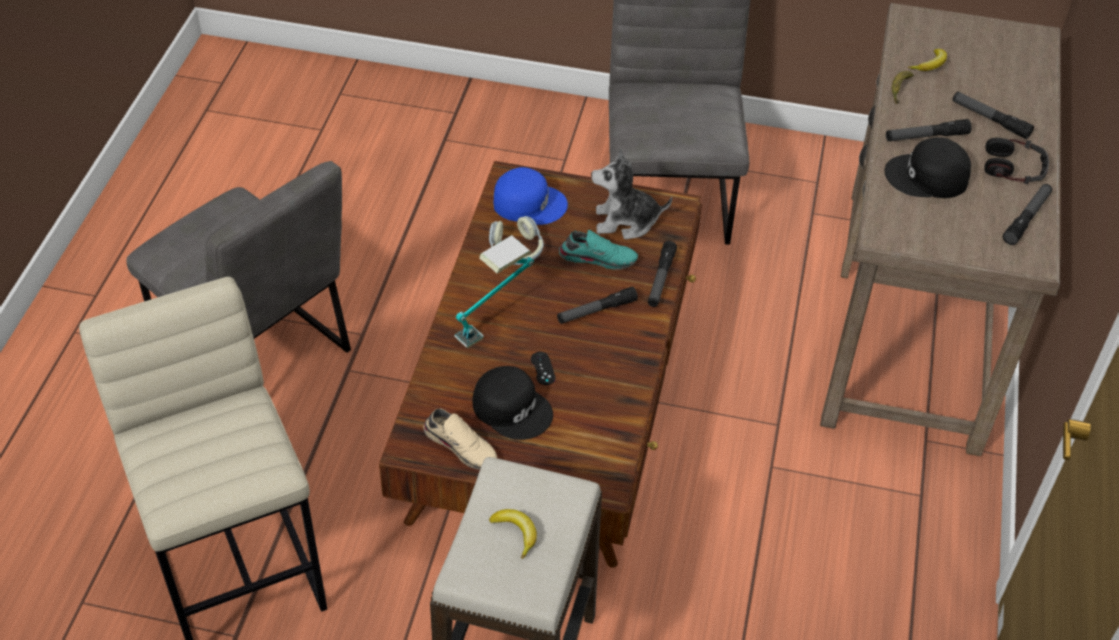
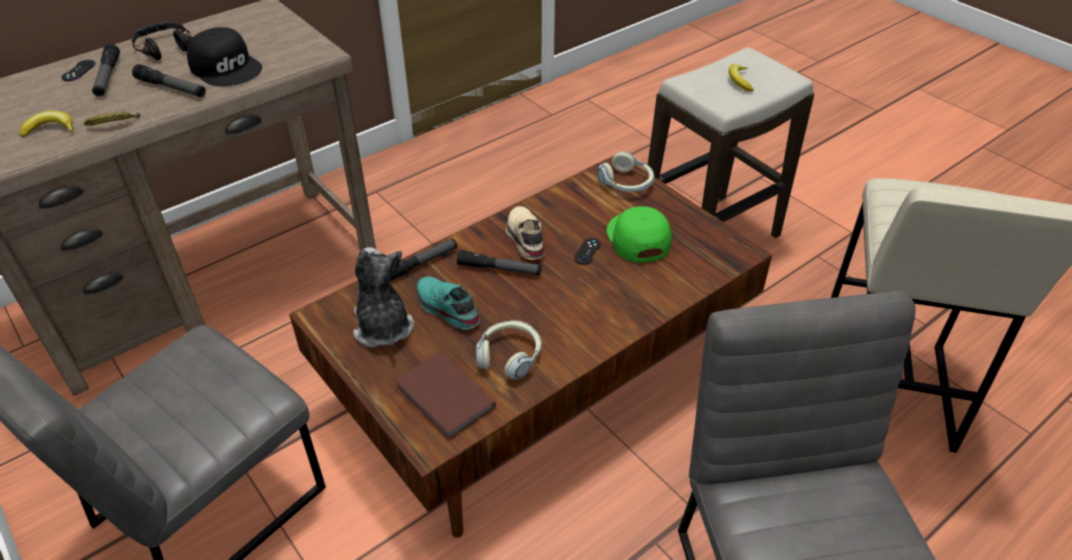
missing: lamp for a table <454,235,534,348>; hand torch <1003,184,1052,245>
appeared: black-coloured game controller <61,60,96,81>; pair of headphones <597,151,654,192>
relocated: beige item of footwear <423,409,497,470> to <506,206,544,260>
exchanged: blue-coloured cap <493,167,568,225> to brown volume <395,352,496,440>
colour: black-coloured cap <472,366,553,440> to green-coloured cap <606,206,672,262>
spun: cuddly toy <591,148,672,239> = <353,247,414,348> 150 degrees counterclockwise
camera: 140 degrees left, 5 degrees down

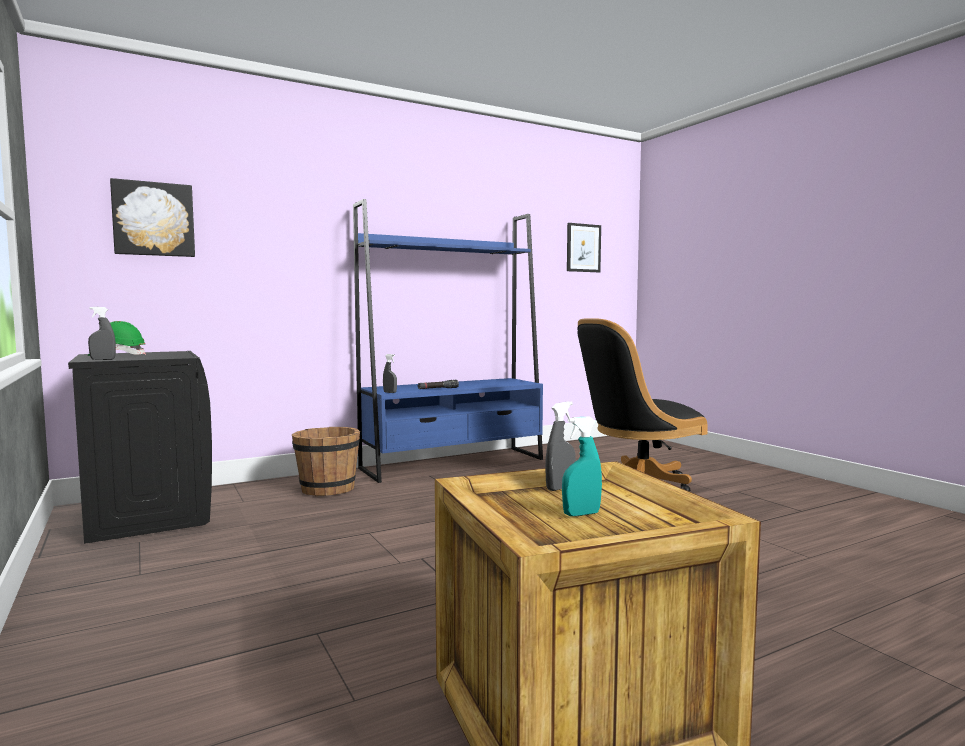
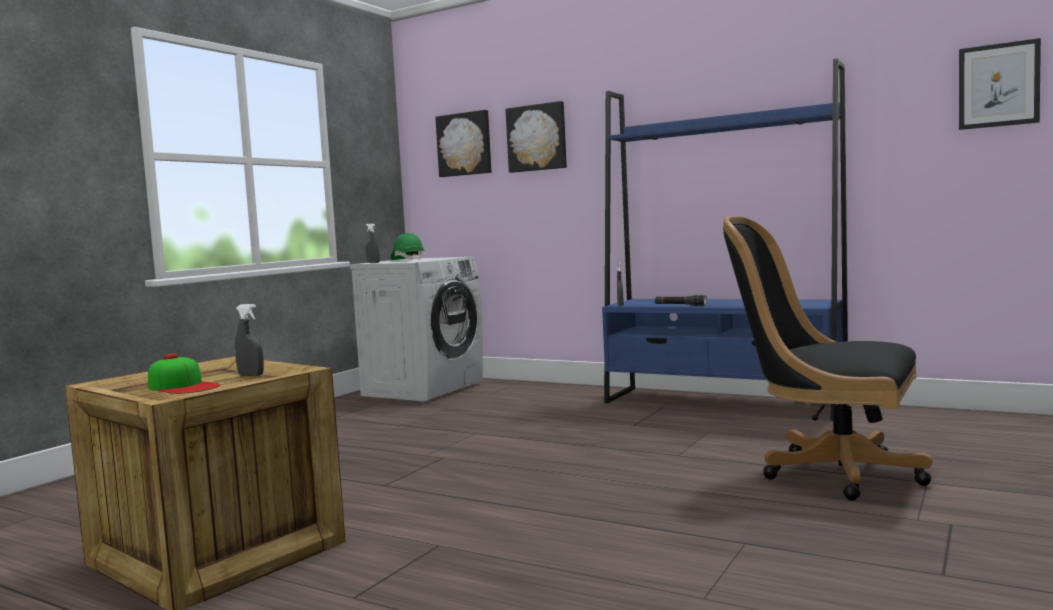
missing: brown pail <292,427,360,496>
appeared: wall art <506,101,567,173>
exchanged: turquoise-coloured spray bottle <562,416,602,516> to cap <148,353,220,394>
colour: black-coloured laundry machine <68,351,212,544> to whitish laundry machine <350,256,483,401>
camera: 60 degrees right, 0 degrees up

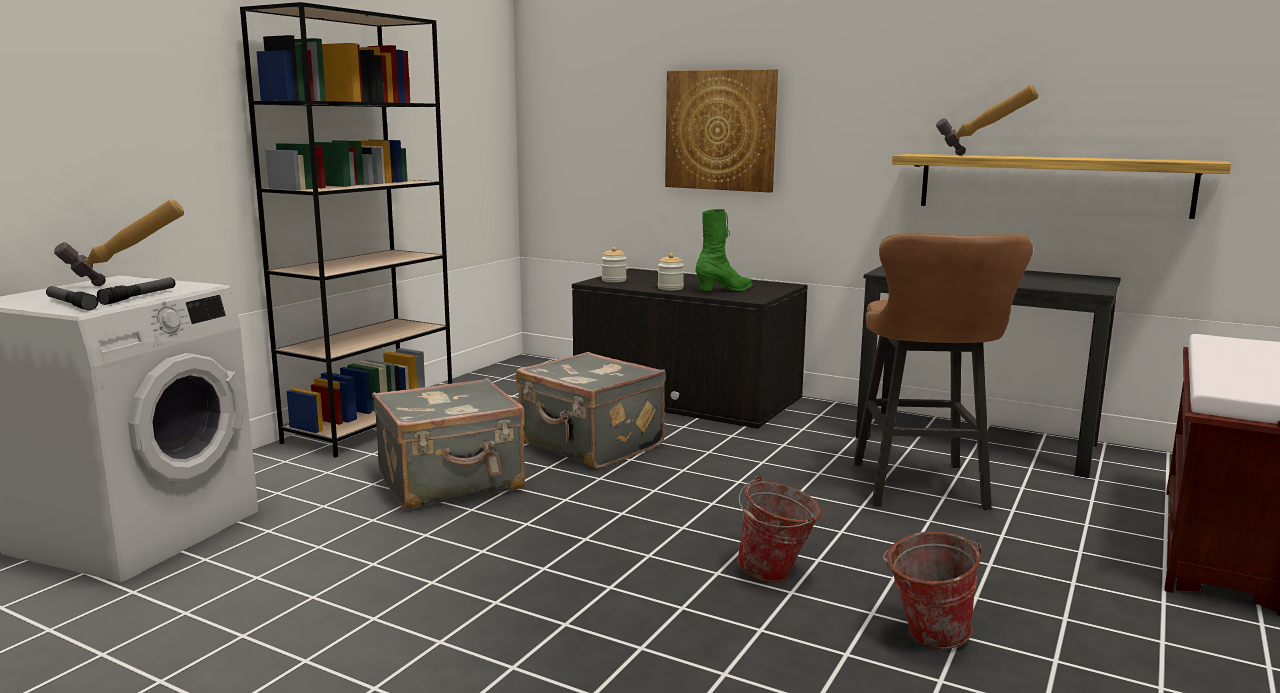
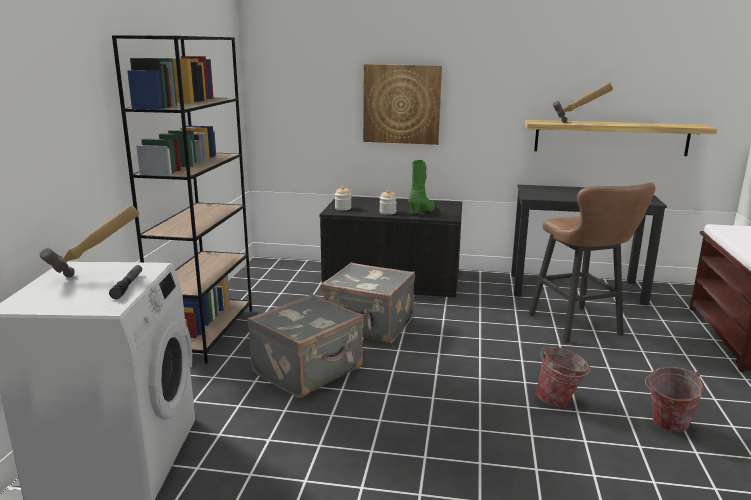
missing: hand torch <46,286,98,310>
camera: 20 degrees left, 5 degrees up

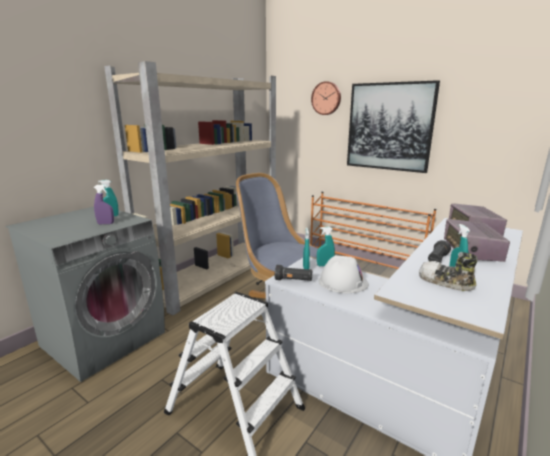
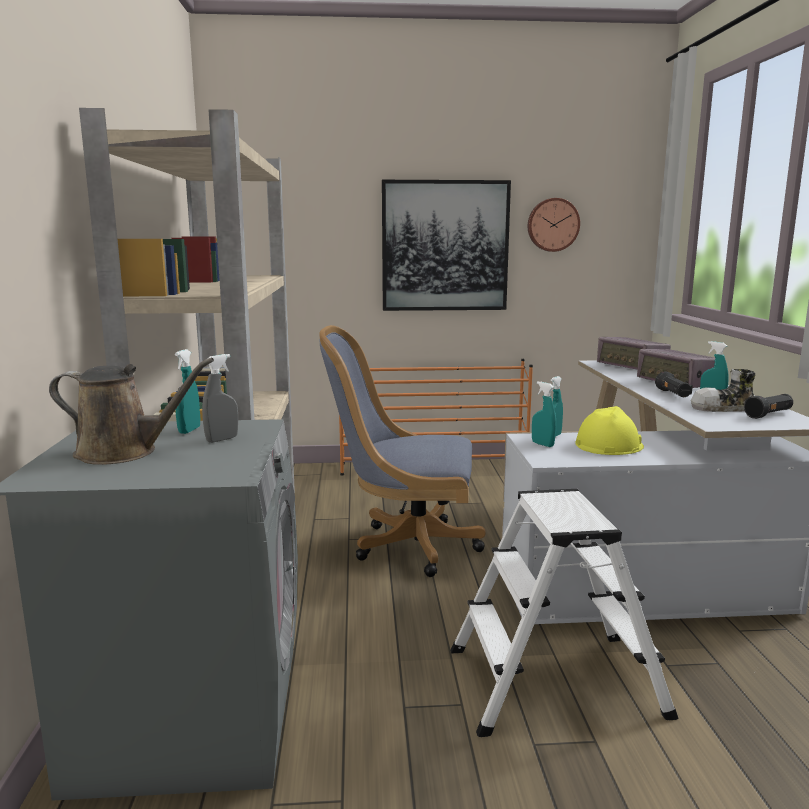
appeared: brown watering can <49,358,214,465>
relocated: clock on the wall <311,81,341,115> to <528,198,580,252>; black-coloured hand torch <275,265,312,281> to <744,394,793,419>
colour: purple spray bottle <94,185,114,224> to gray spray bottle <202,354,238,443>; whitish safety helmet <319,255,369,293> to yellowish safety helmet <575,406,644,455>
camera: 40 degrees left, 5 degrees down

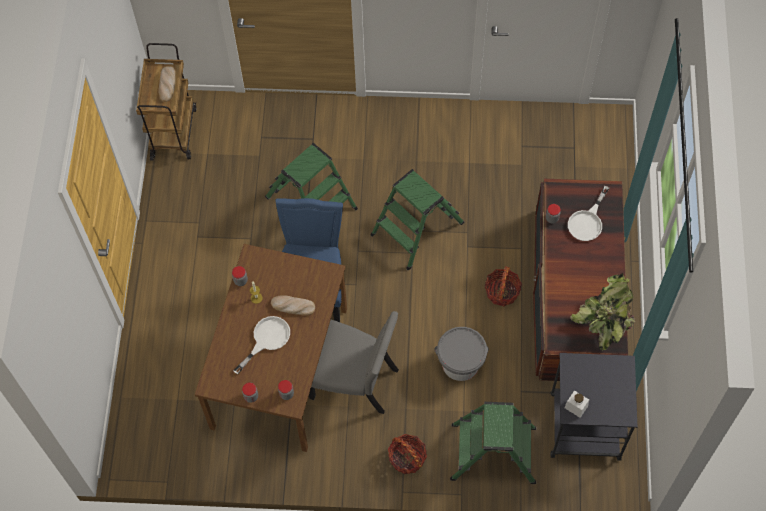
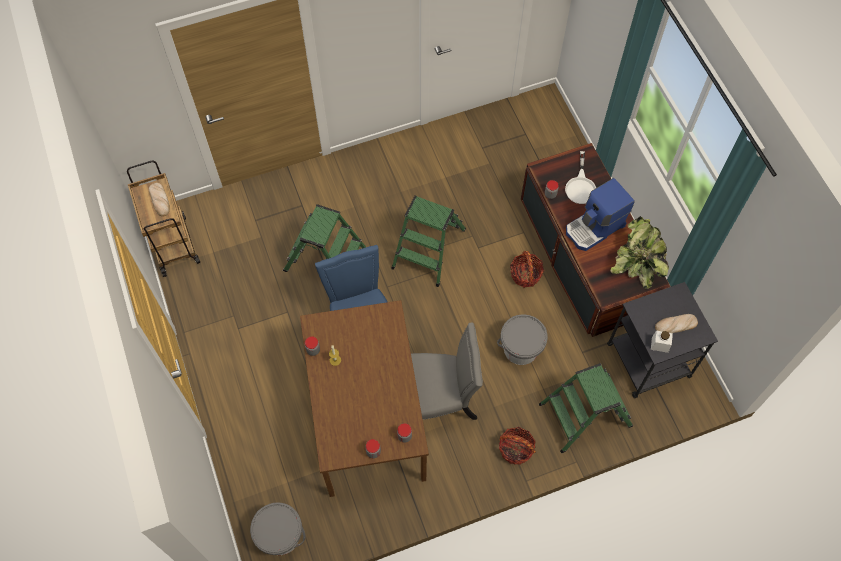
missing: whitish skillet <233,316,290,374>
appeared: gray pail <250,502,305,555>; coffee maker <566,178,635,251>
relocated: bread <271,295,315,316> to <655,314,698,333>
camera: 25 degrees left, 0 degrees up

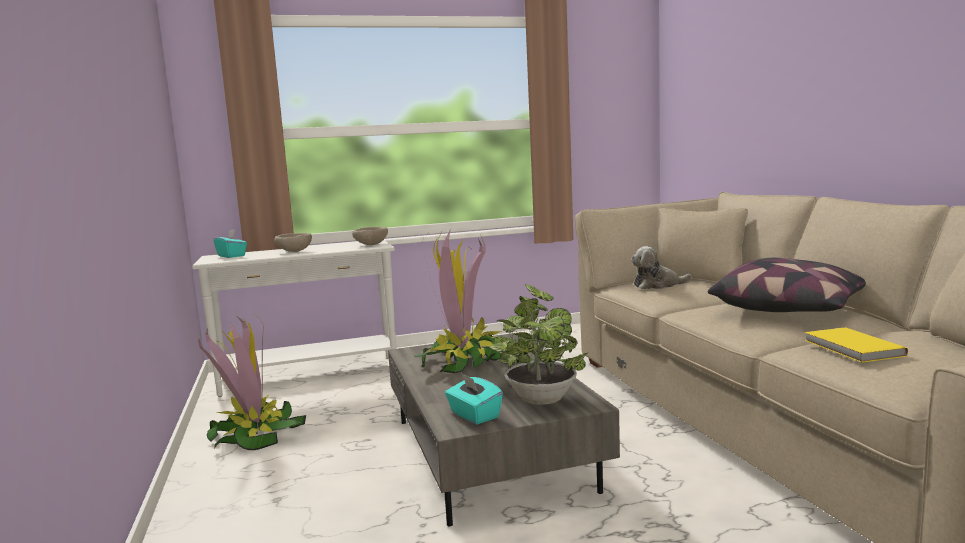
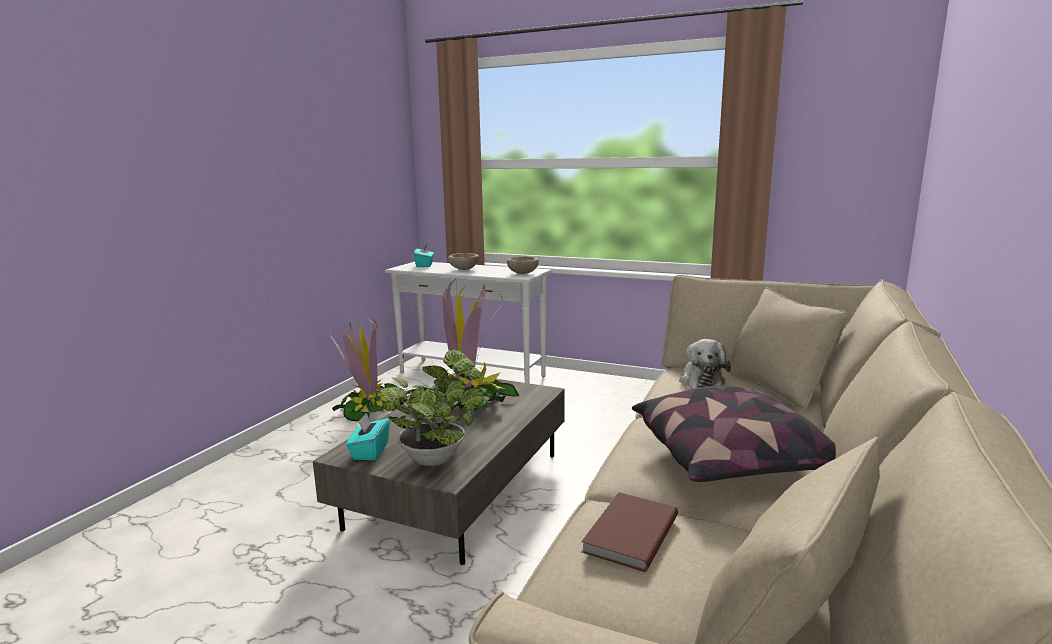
colour: yellowish volume <805,327,908,363> to brown volume <581,492,678,572>
spun: cuddly toy <631,246,692,289> = <679,339,731,389> 120 degrees counterclockwise
camera: 40 degrees right, 5 degrees up

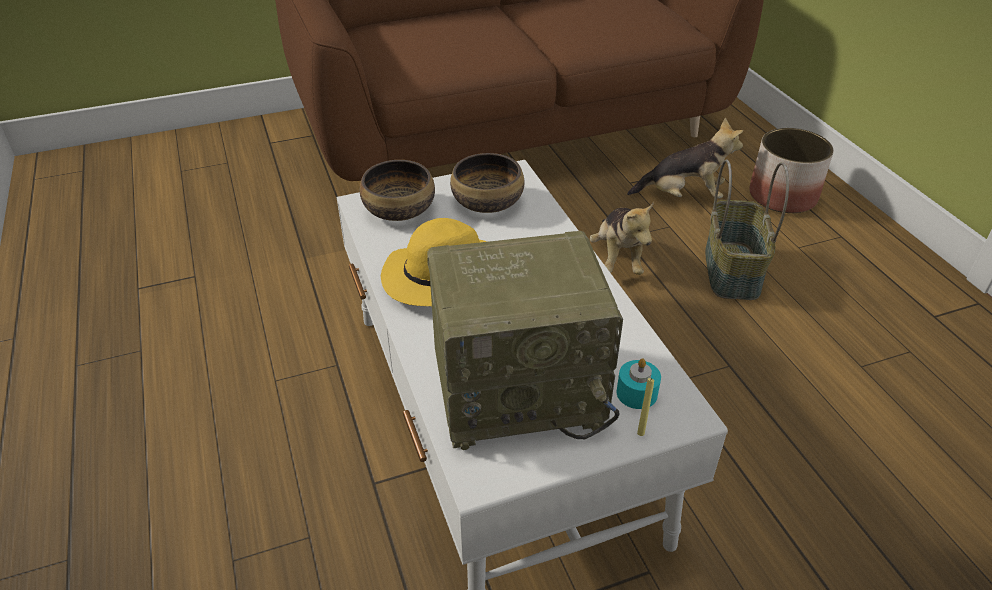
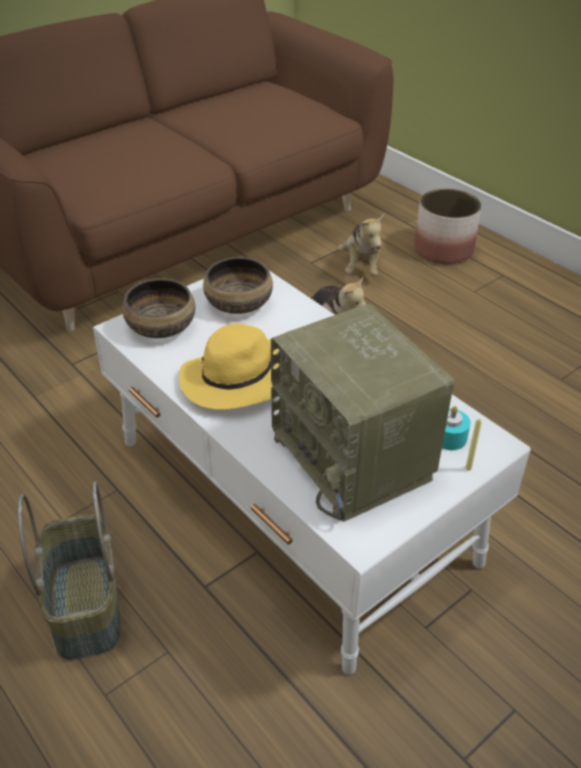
relocated: household basket <705,159,789,300> to <18,481,120,660>
spun: radio receiver <427,231,623,450> = <271,304,455,522> 90 degrees clockwise; cuddly toy <627,118,743,198> = <338,214,384,276> 105 degrees clockwise
camera: 20 degrees left, 0 degrees up

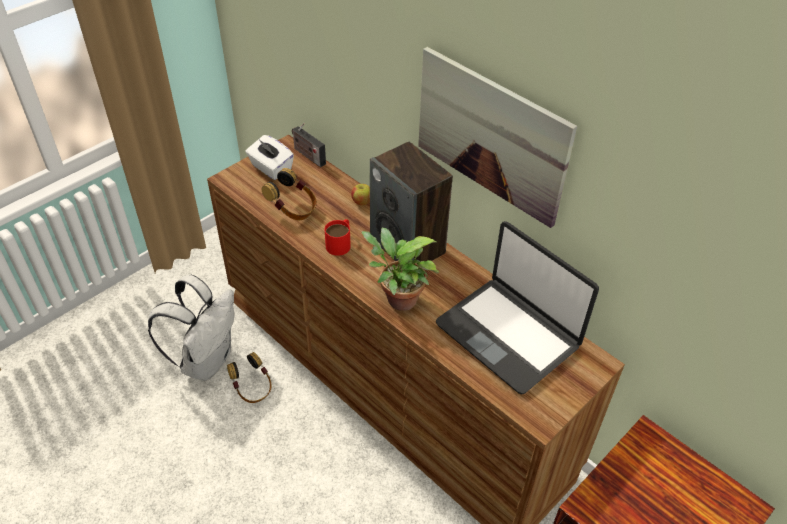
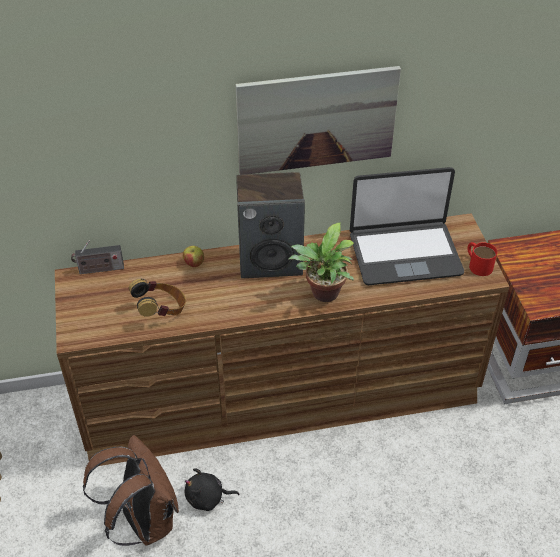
missing: whitish tissue holder <245,135,294,180>
relocated: red-coloured mug <325,219,351,256> to <467,242,497,276>
exchanged: pair of headphones <227,352,271,403> to black-coloured cuddly toy <185,468,240,511>
colour: whitish backpack <148,274,234,381> to brown backpack <83,435,179,546>
camera: 55 degrees left, 0 degrees up

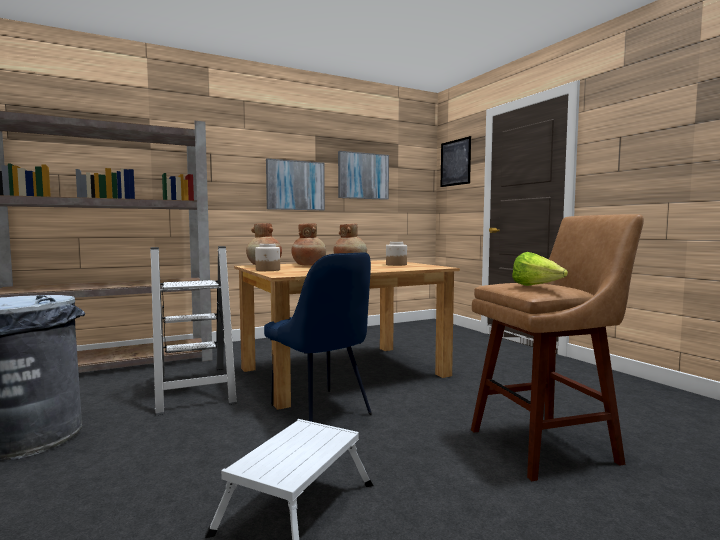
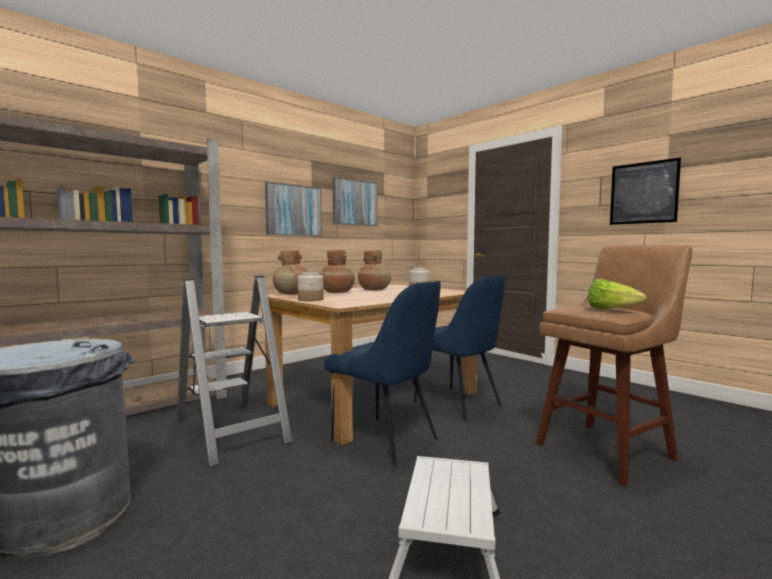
appeared: blue-coloured chair <414,275,506,421>
relocated: wall art <441,136,471,187> to <610,158,681,225>
camera: 15 degrees left, 0 degrees up

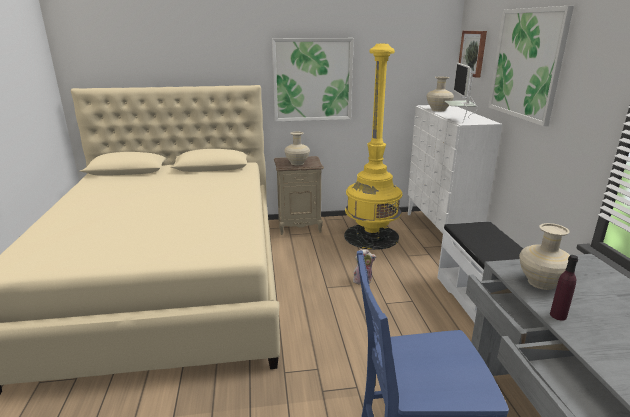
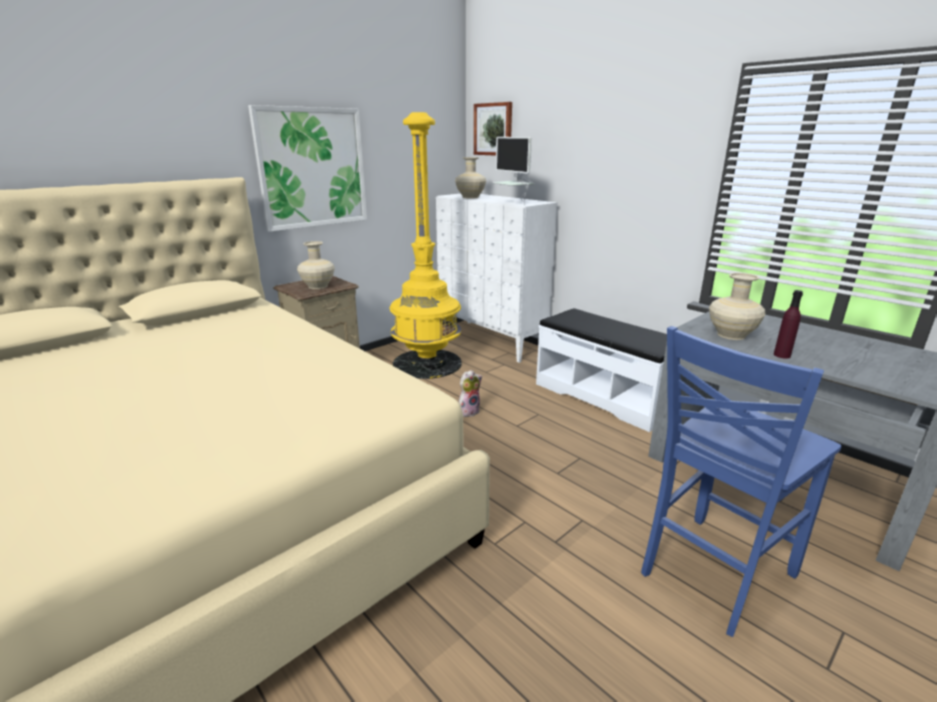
missing: wall art <488,6,574,126>
camera: 35 degrees left, 0 degrees up

